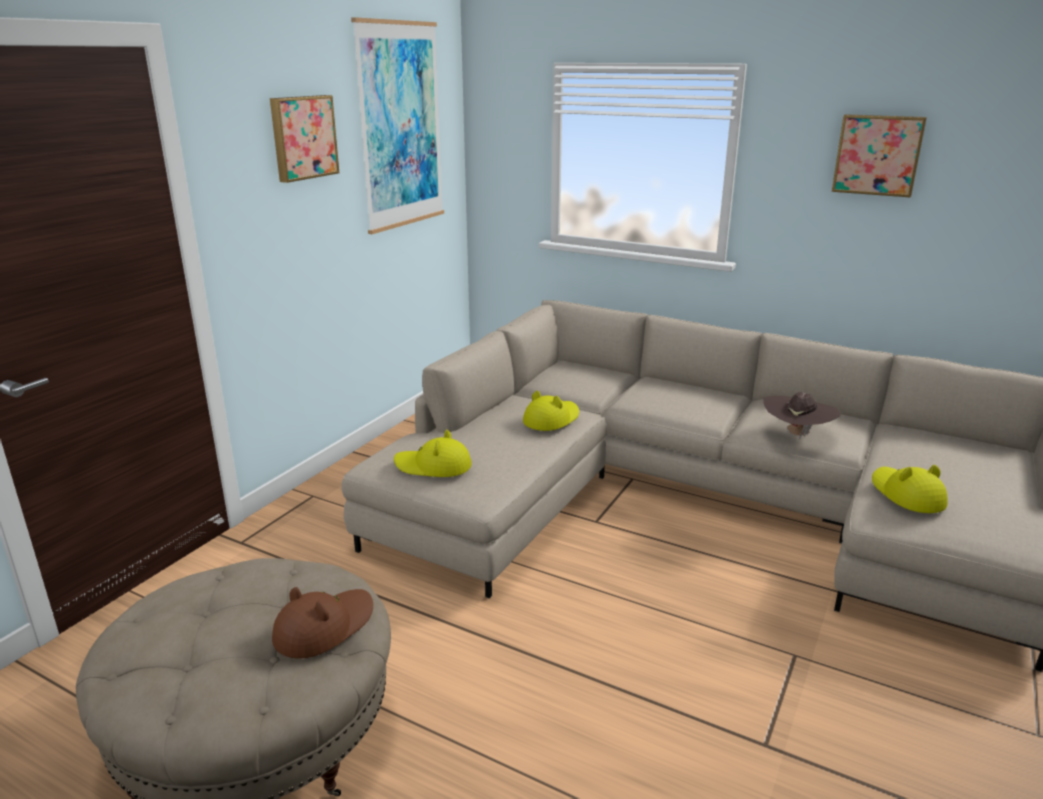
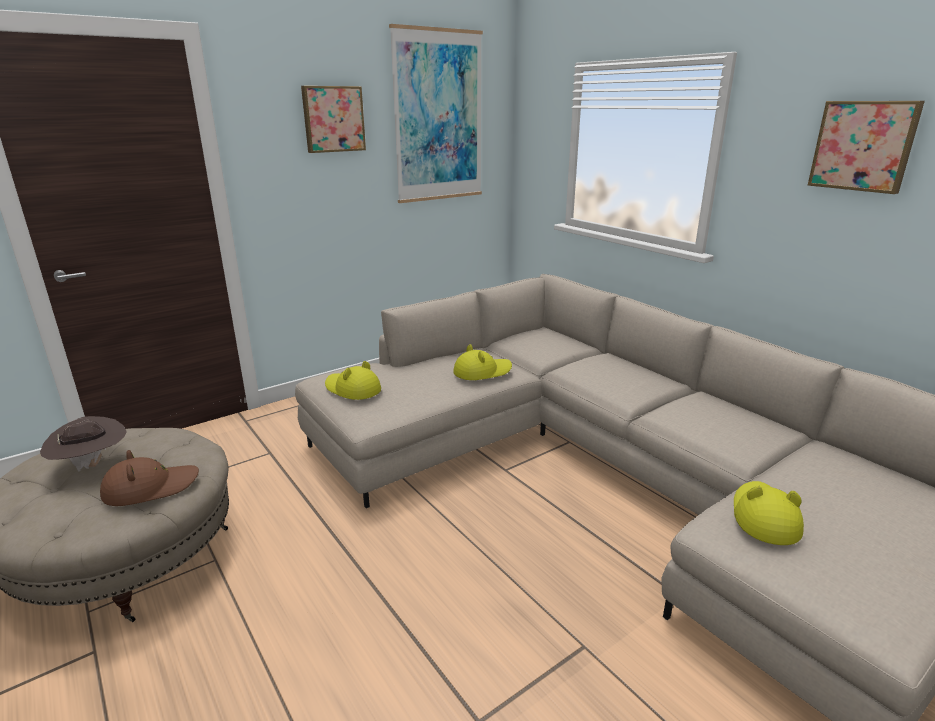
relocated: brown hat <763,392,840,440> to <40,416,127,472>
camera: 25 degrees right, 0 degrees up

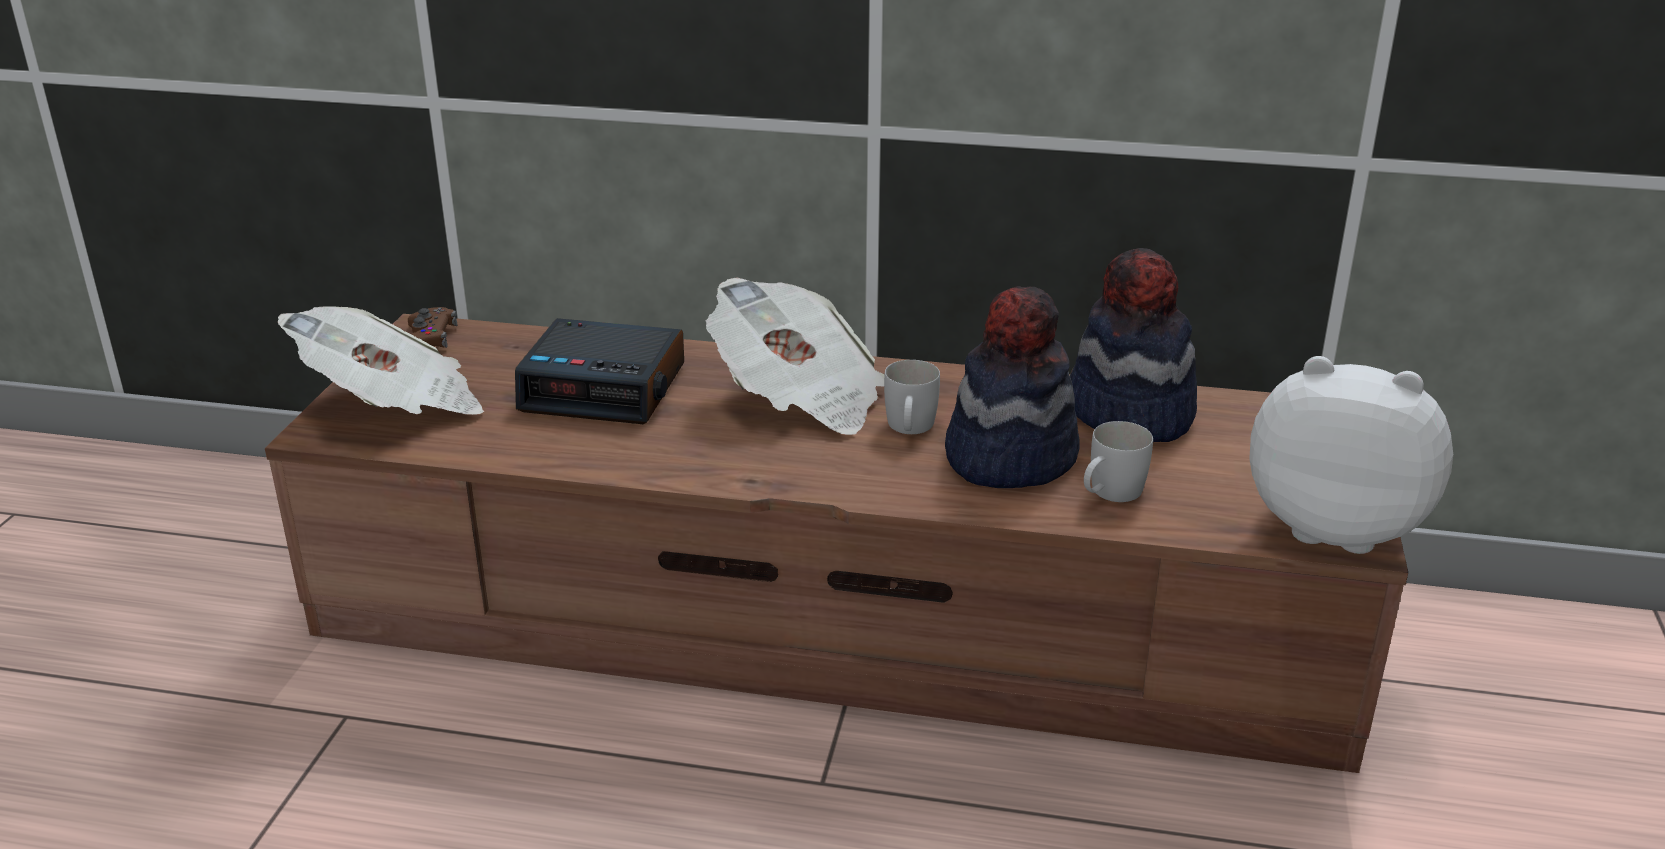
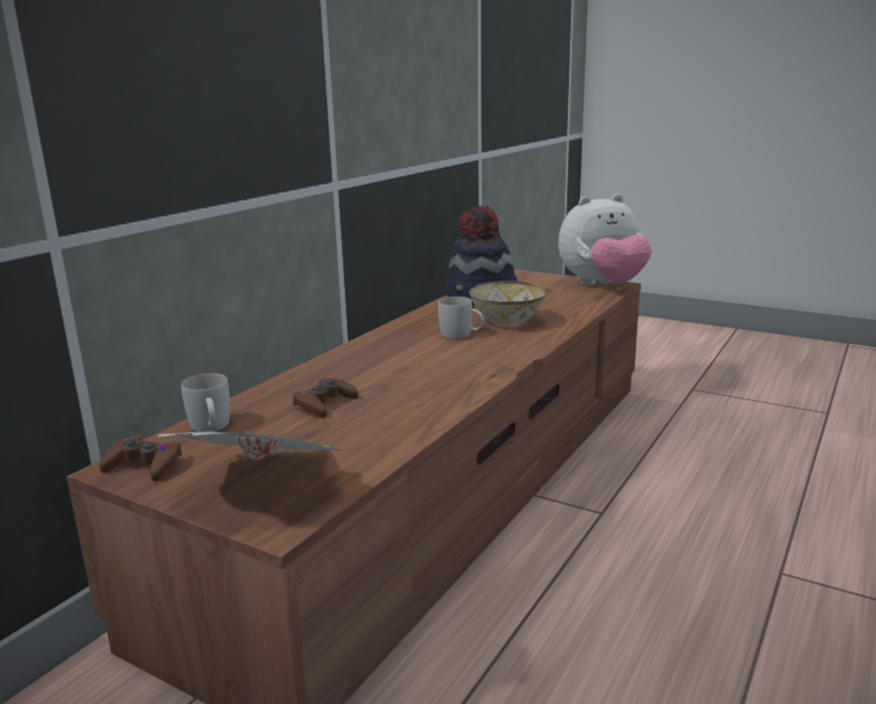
missing: daily paper <706,278,884,435>
relocated: whitish mug <1084,421,1153,502> to <181,373,230,432>
exchanged: alarm clock <515,318,684,424> to brown game controller <292,378,359,418>; hat <945,286,1079,488> to serving bowl <469,281,546,325>
spun: cuddly toy <1249,356,1453,554> = <559,194,652,285> 150 degrees counterclockwise
camera: 70 degrees left, 10 degrees down

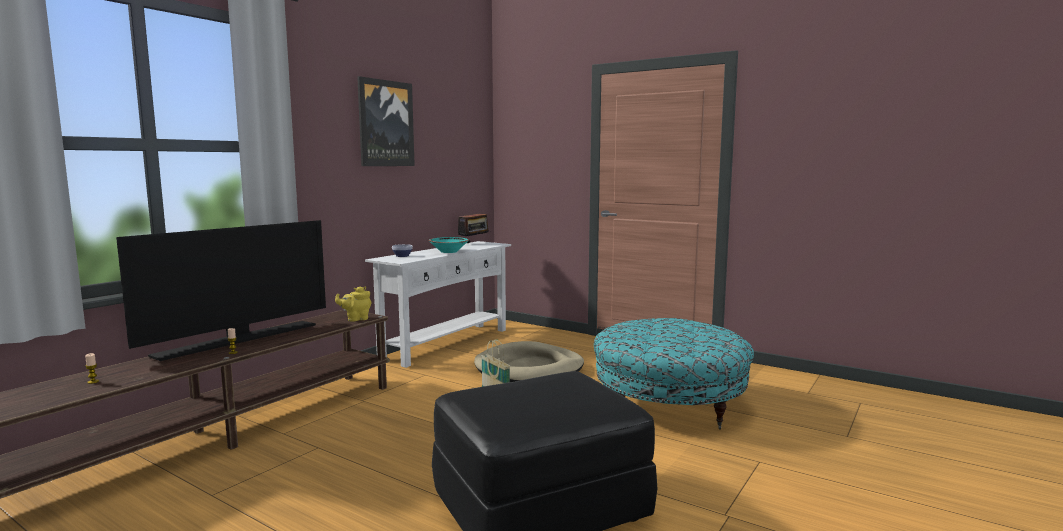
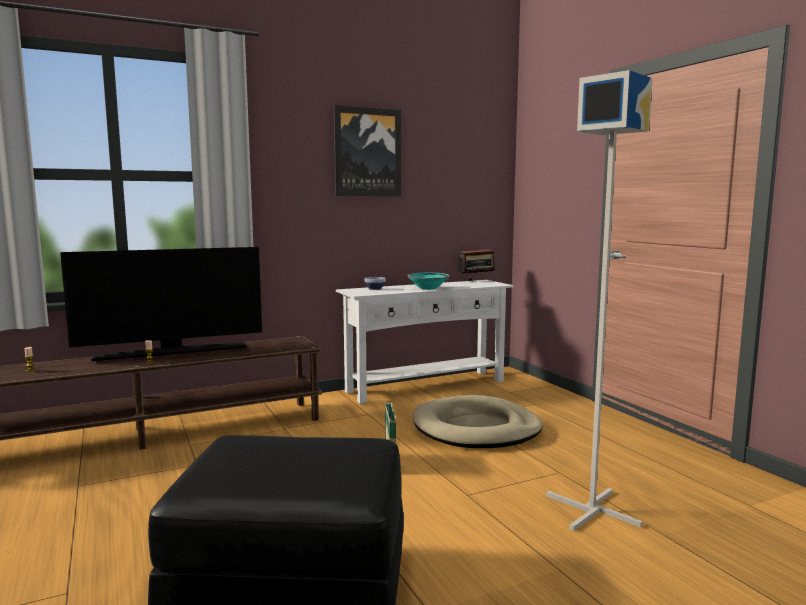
missing: yellowish tea pot <335,286,371,322>
exchanged: turquoise-coloured pouffe <594,318,754,430> to gray standard lamp <546,70,653,531>
camera: 30 degrees right, 0 degrees up

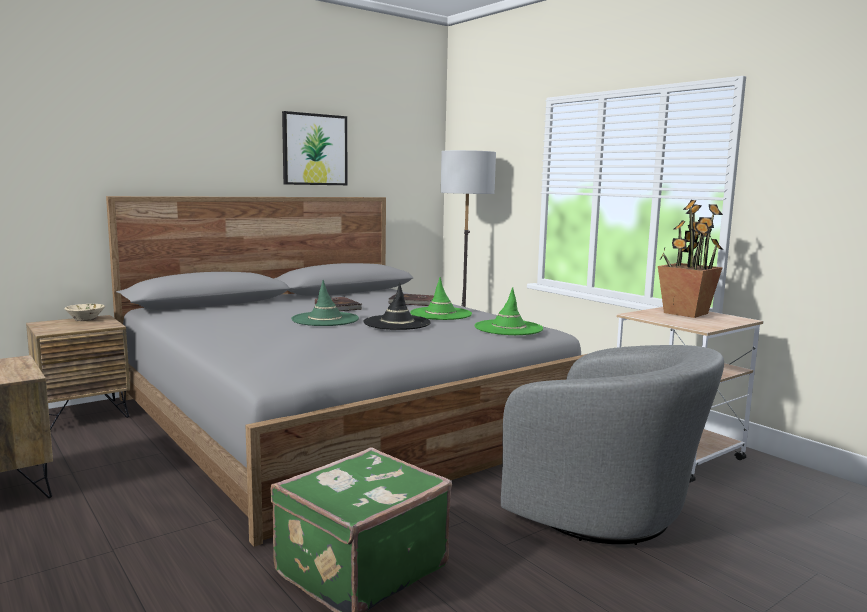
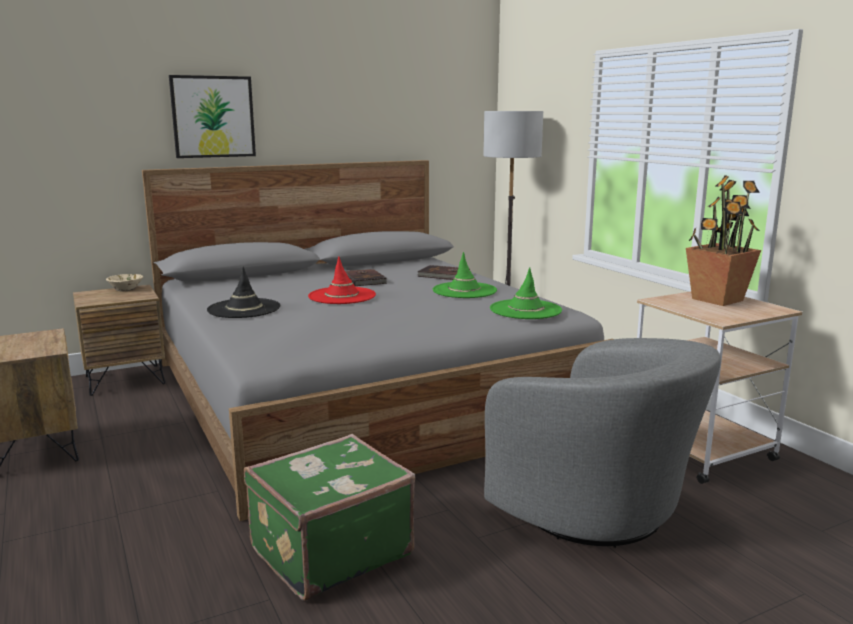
relocated: wall art <282,111,347,185> to <169,75,256,158>; black-coloured hat <364,283,431,330> to <207,267,280,318>
colour: green-coloured hat <291,280,359,326> to red-coloured hat <308,256,376,304>
camera: 10 degrees right, 5 degrees up

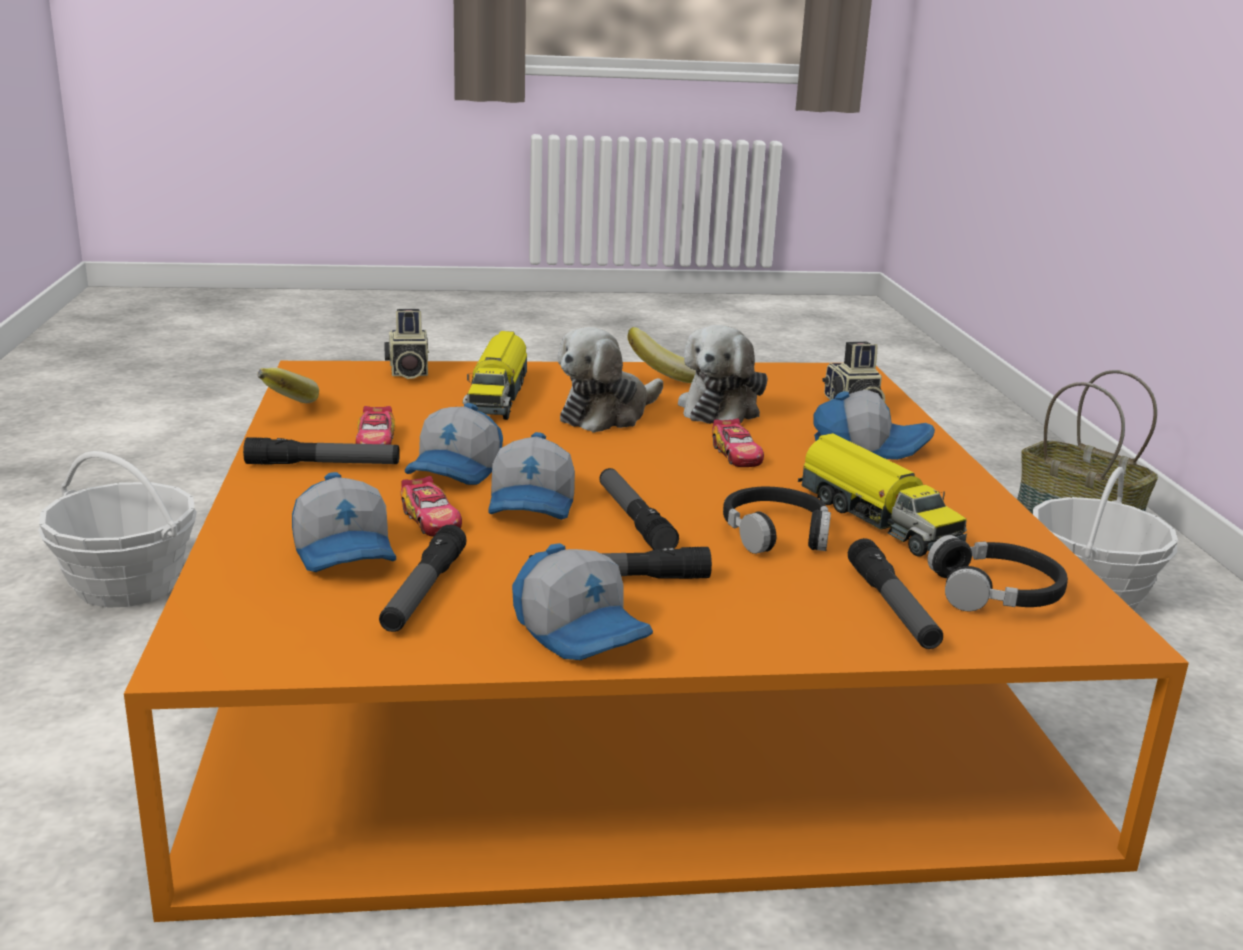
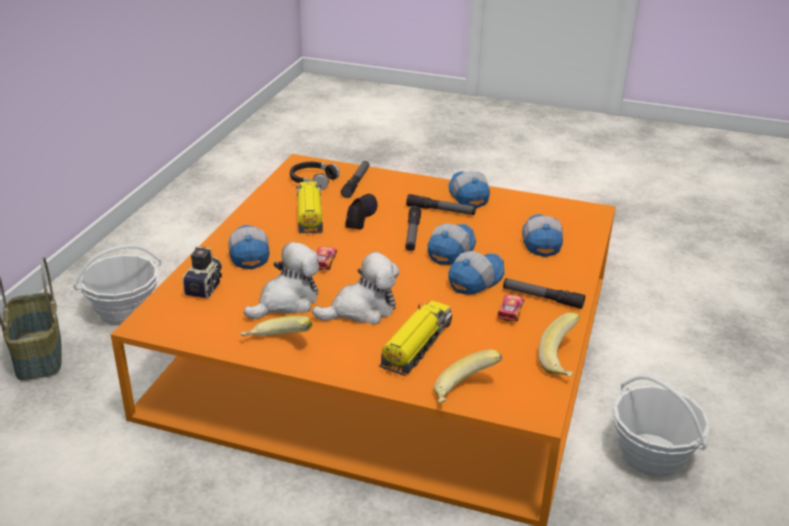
missing: hand torch <379,525,467,632>; model car <401,476,462,537>
exchanged: black-coloured pair of headphones <723,486,831,554> to black-coloured item of footwear <345,194,378,230>; still camera <384,309,429,379> to banana <434,349,502,403>
spun: cap <814,390,935,460> = <228,225,269,269> 45 degrees clockwise
camera: 155 degrees left, 10 degrees up

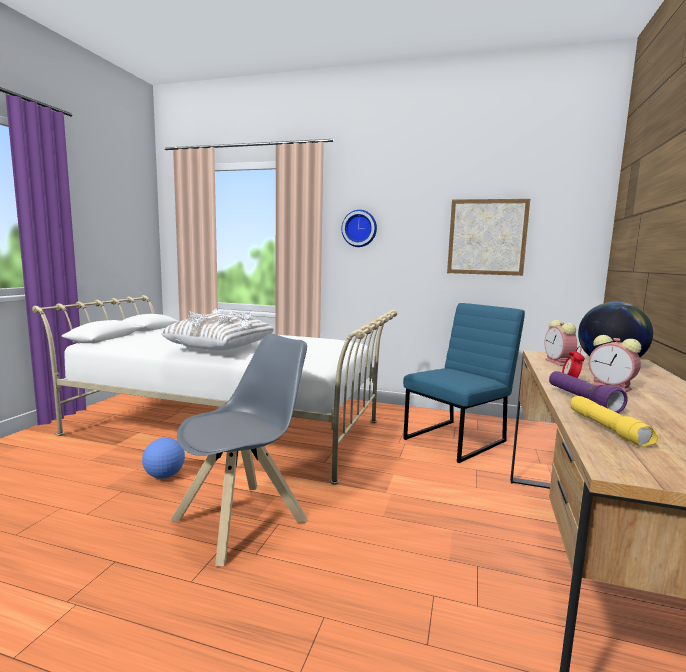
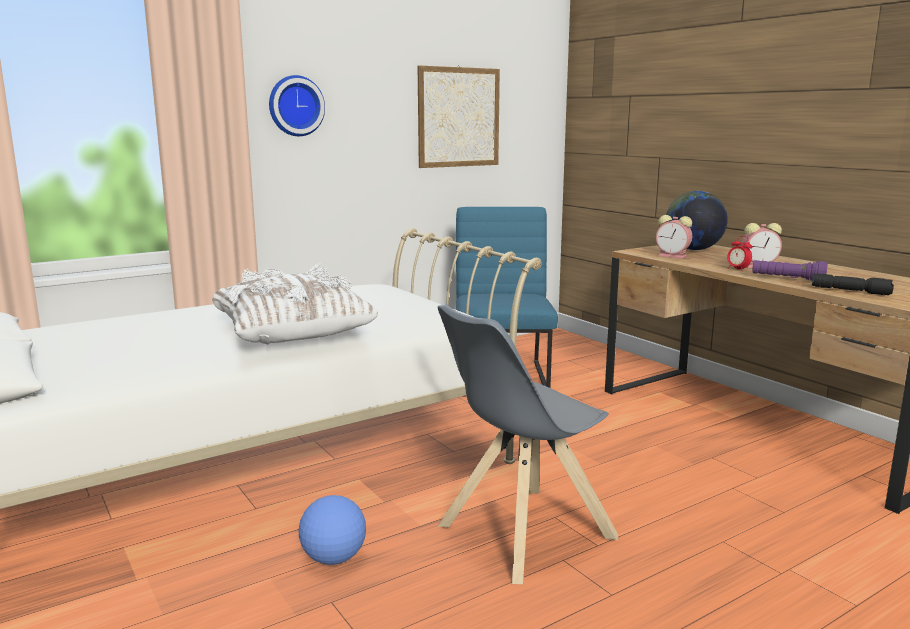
colour: yellowish hand torch <571,396,658,447> to black-coloured hand torch <812,274,894,295>
spun: gray chair <170,334,307,566> = <438,303,618,584> 120 degrees counterclockwise
camera: 50 degrees left, 5 degrees up

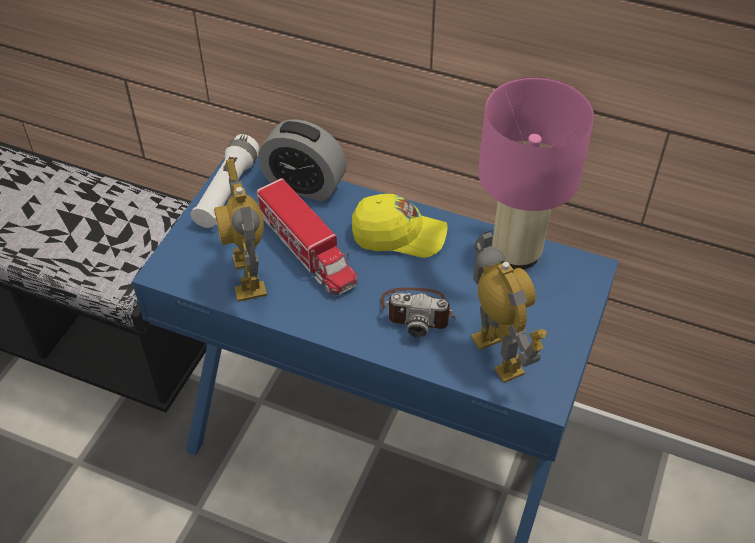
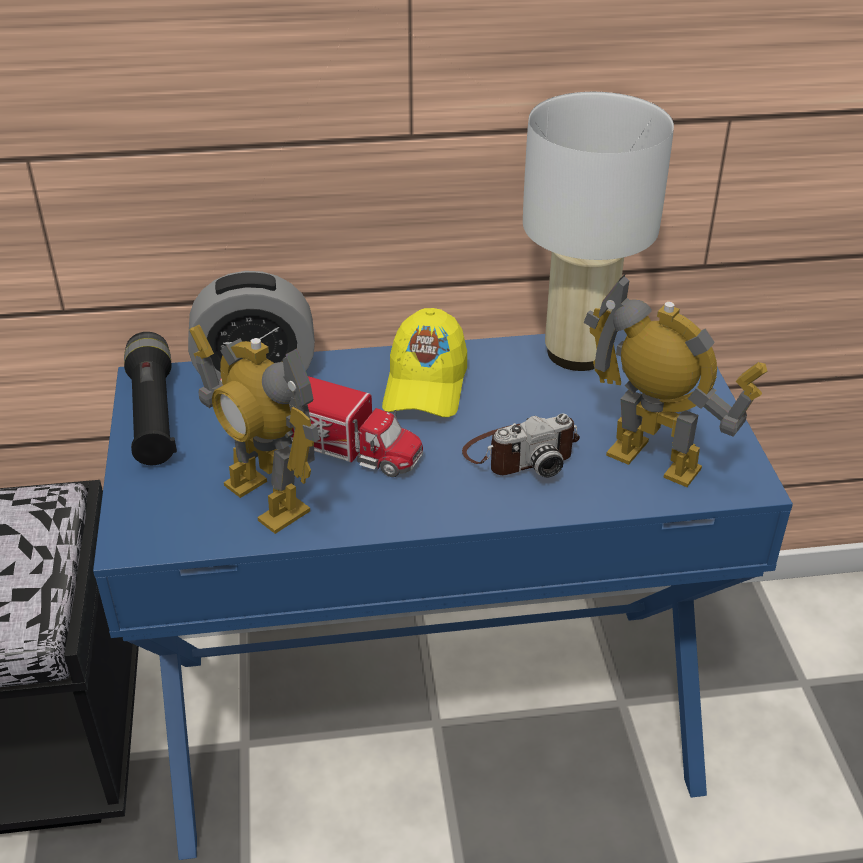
colour: whitish hand torch <191,134,259,228> to black-coloured hand torch <124,332,177,465>; pink-coloured lamp for a table <479,77,594,269> to whitish lamp for a table <523,92,674,371>
spun: yellowish cap <352,194,447,258> = <382,308,467,417> 120 degrees clockwise
camera: 30 degrees left, 10 degrees down

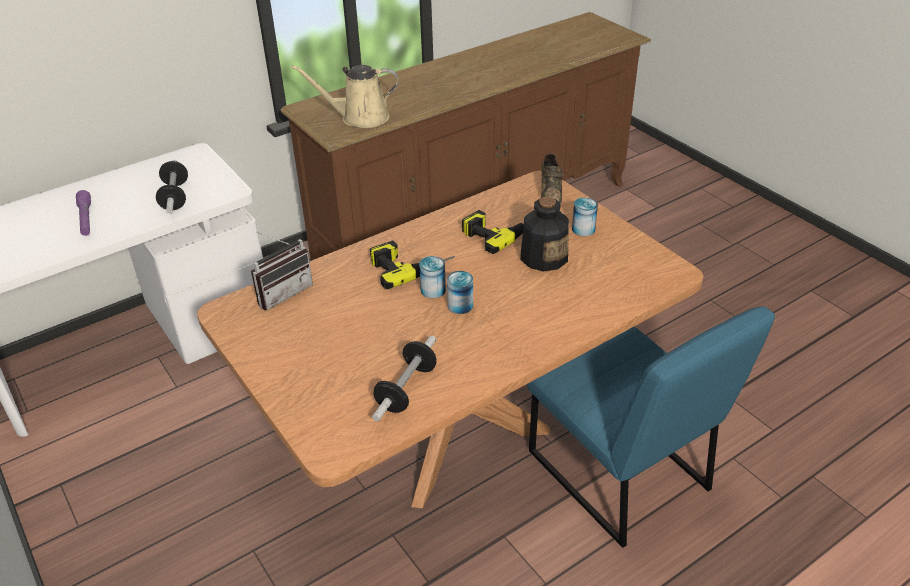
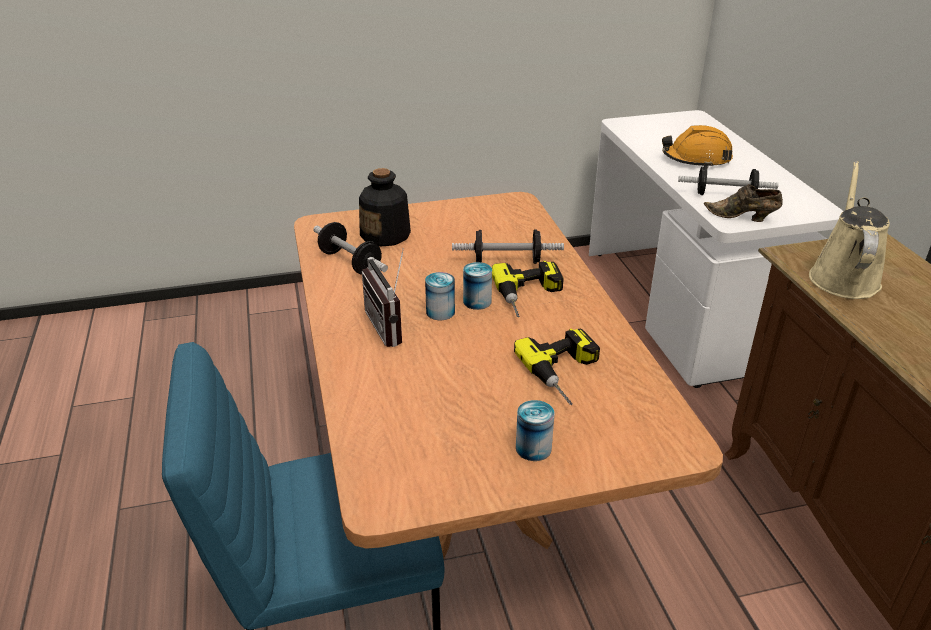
appeared: free weight <452,230,564,264>
relocated: beverage bottle <520,197,569,271> to <359,168,411,247>; radio receiver <251,232,313,311> to <362,248,404,347>; brown item of footwear <541,153,565,205> to <704,184,783,222>
exchanged: purple hand torch <76,190,91,236> to orange-coloured safety helmet <662,125,733,168>
camera: 110 degrees right, 5 degrees down

